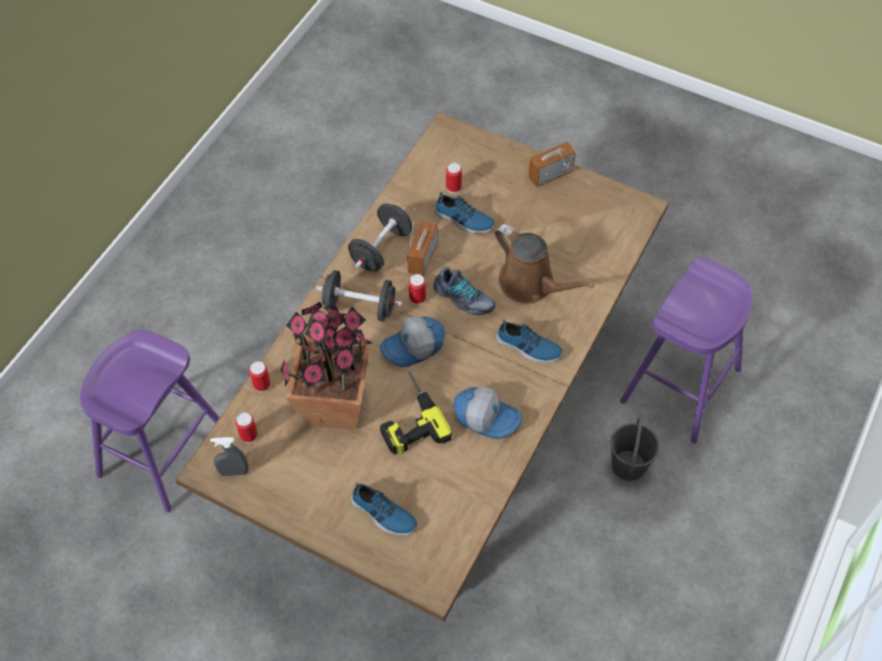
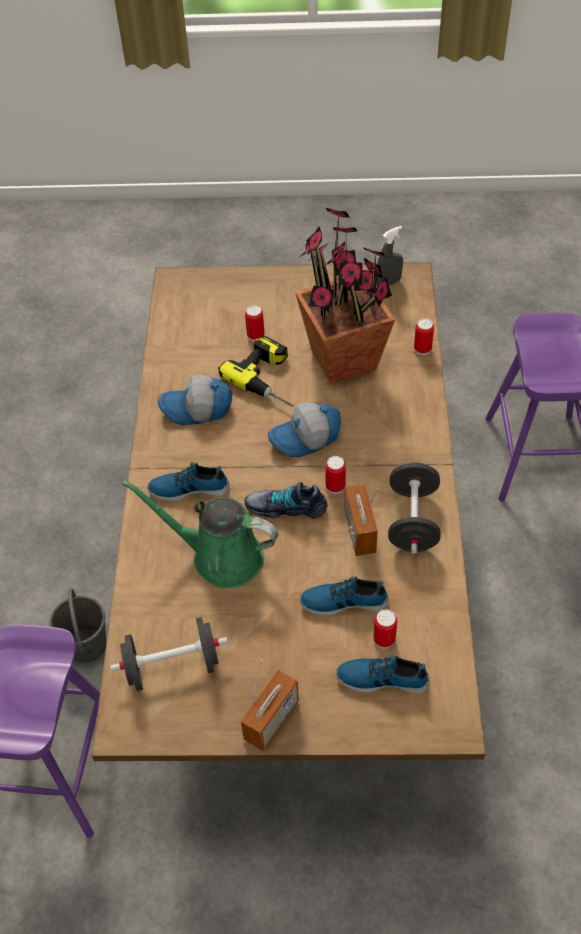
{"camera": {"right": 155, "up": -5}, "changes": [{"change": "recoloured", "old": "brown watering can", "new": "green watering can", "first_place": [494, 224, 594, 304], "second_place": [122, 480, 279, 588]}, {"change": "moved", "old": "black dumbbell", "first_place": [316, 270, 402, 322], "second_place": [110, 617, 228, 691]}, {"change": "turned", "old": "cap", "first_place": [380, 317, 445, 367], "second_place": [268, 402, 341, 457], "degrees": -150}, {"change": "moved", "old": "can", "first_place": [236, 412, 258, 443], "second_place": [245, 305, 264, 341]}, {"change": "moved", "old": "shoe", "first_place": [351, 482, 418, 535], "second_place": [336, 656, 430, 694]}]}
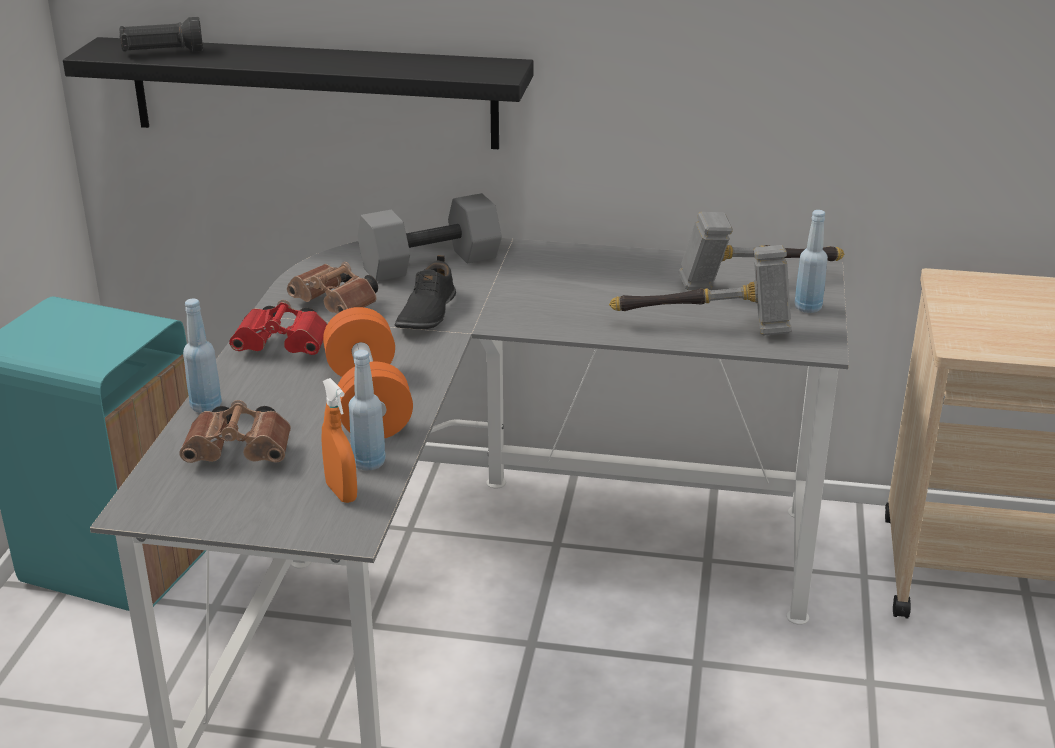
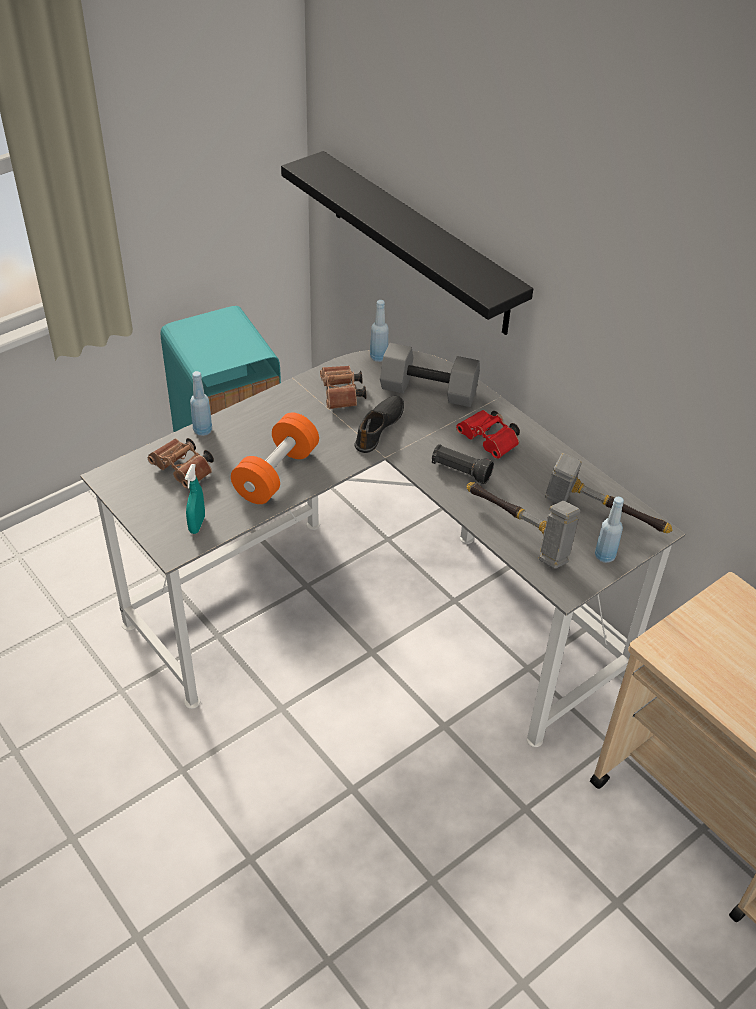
{"camera": {"right": 40, "up": 15}, "changes": [{"change": "moved", "old": "black flashlight", "first_place": [119, 17, 203, 52], "second_place": [432, 444, 494, 484]}, {"change": "turned", "old": "black shoe", "first_place": [395, 255, 456, 329], "second_place": [354, 396, 404, 453], "degrees": 150}, {"change": "moved", "old": "red binoculars", "first_place": [229, 300, 327, 355], "second_place": [456, 410, 520, 459]}, {"change": "moved", "old": "blue bottle", "first_place": [349, 350, 386, 470], "second_place": [370, 300, 389, 362]}, {"change": "recoloured", "old": "orange spray bottle", "new": "turquoise spray bottle", "first_place": [322, 378, 357, 503], "second_place": [185, 464, 205, 534]}]}
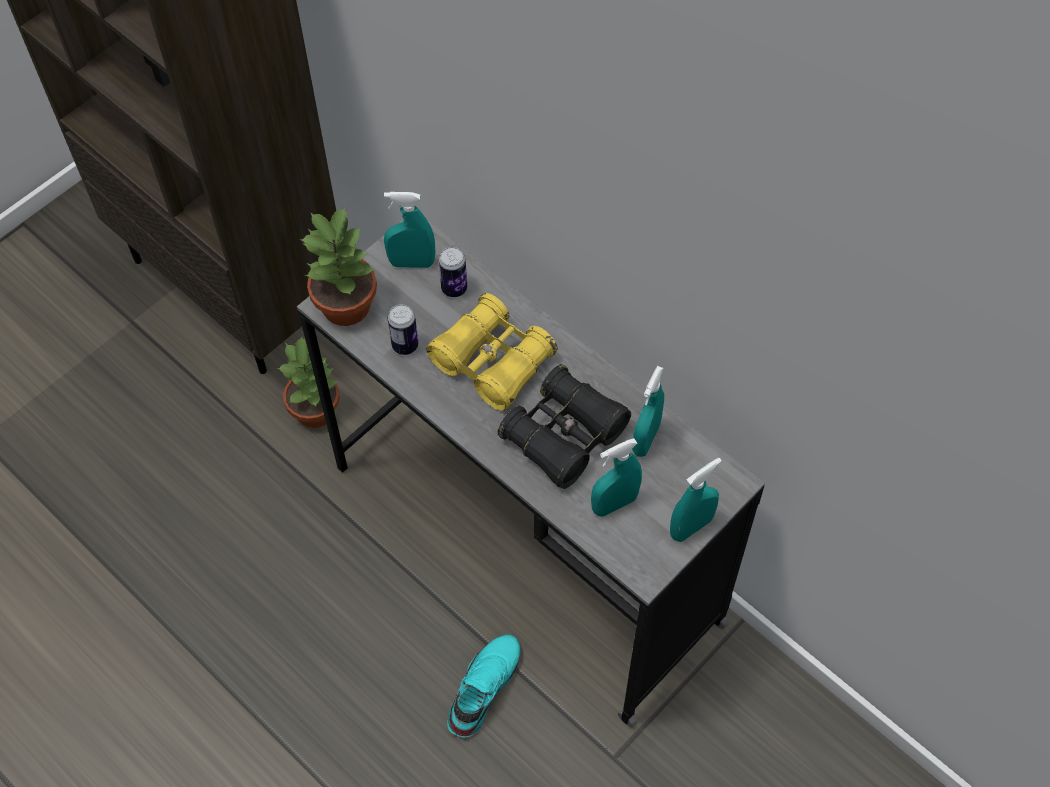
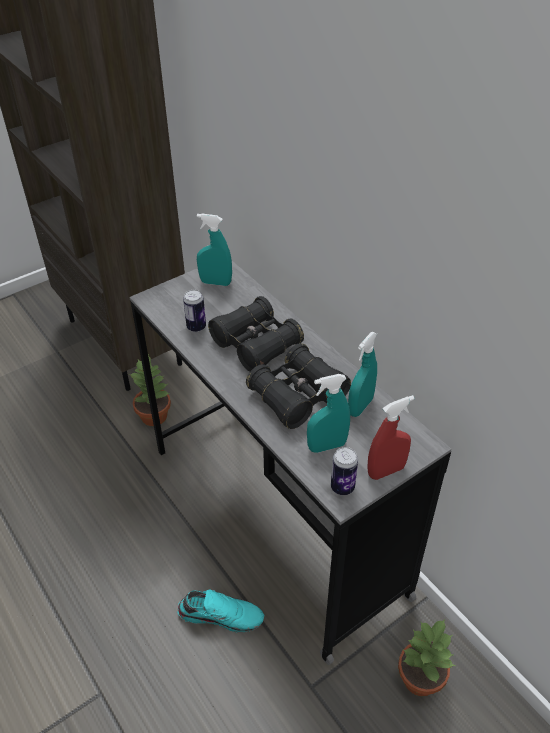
{"camera": {"right": 10, "up": -15}, "changes": [{"change": "moved", "old": "potted plant", "first_place": [299, 207, 377, 326], "second_place": [398, 619, 455, 696]}, {"change": "moved", "old": "can", "first_place": [438, 247, 467, 297], "second_place": [331, 447, 358, 495]}, {"change": "recoloured", "old": "yellow binoculars", "new": "black binoculars", "first_place": [426, 293, 558, 411], "second_place": [208, 296, 304, 372]}, {"change": "recoloured", "old": "turquoise spray bottle", "new": "red spray bottle", "first_place": [670, 457, 722, 542], "second_place": [367, 395, 414, 480]}, {"change": "turned", "old": "turquoise shoe", "first_place": [447, 634, 521, 738], "second_place": [177, 589, 264, 633], "degrees": 60}]}
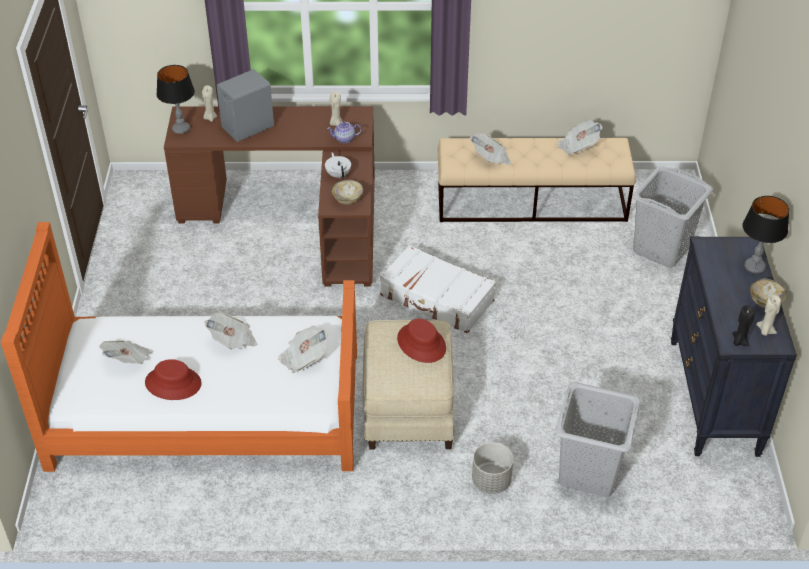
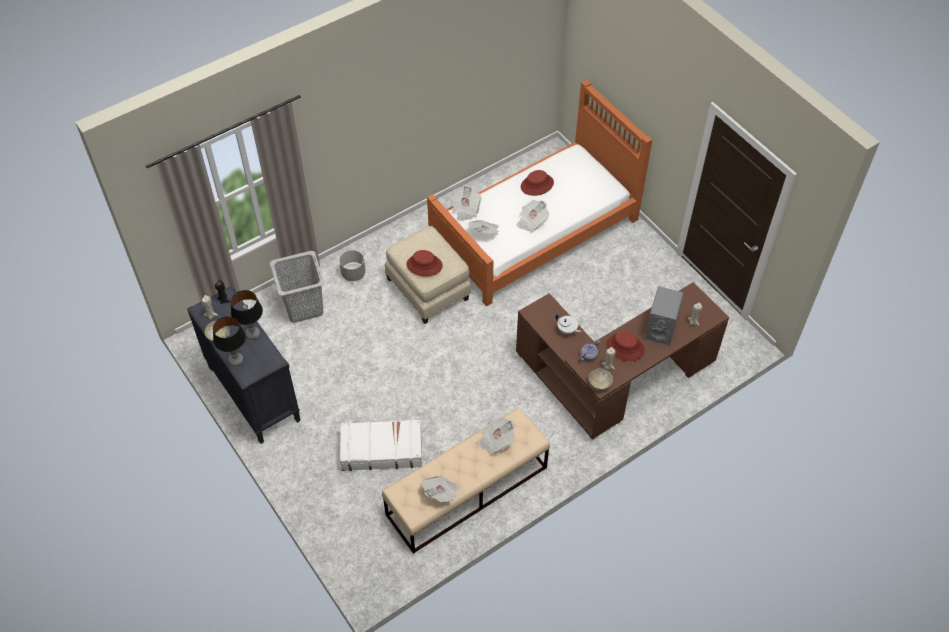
{"camera": {"right": 145, "up": 10}, "changes": [{"change": "moved", "old": "table lamp", "first_place": [156, 65, 195, 134], "second_place": [231, 290, 263, 339]}, {"change": "removed", "old": "grey laundry basket", "first_place": [632, 166, 713, 268]}, {"change": "moved", "old": "bowl", "first_place": [331, 180, 363, 205], "second_place": [588, 367, 614, 390]}, {"change": "moved", "old": "white suitcase", "first_place": [380, 245, 496, 333], "second_place": [340, 419, 422, 471]}, {"change": "moved", "old": "newspaper", "first_place": [99, 340, 153, 364], "second_place": [451, 186, 482, 221]}, {"change": "added", "new": "red hat", "second_place": [606, 331, 644, 361]}]}
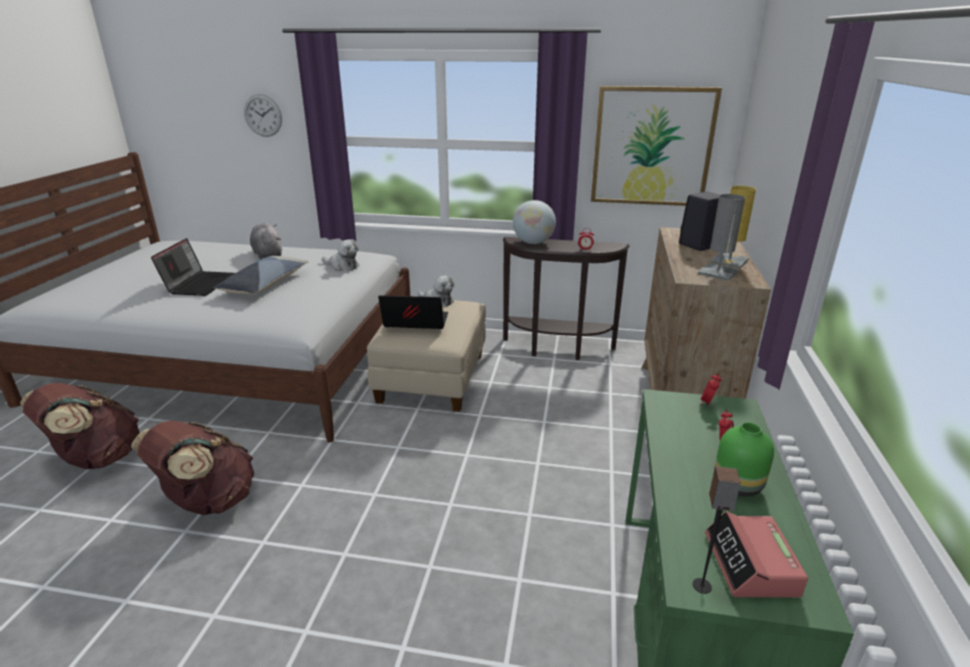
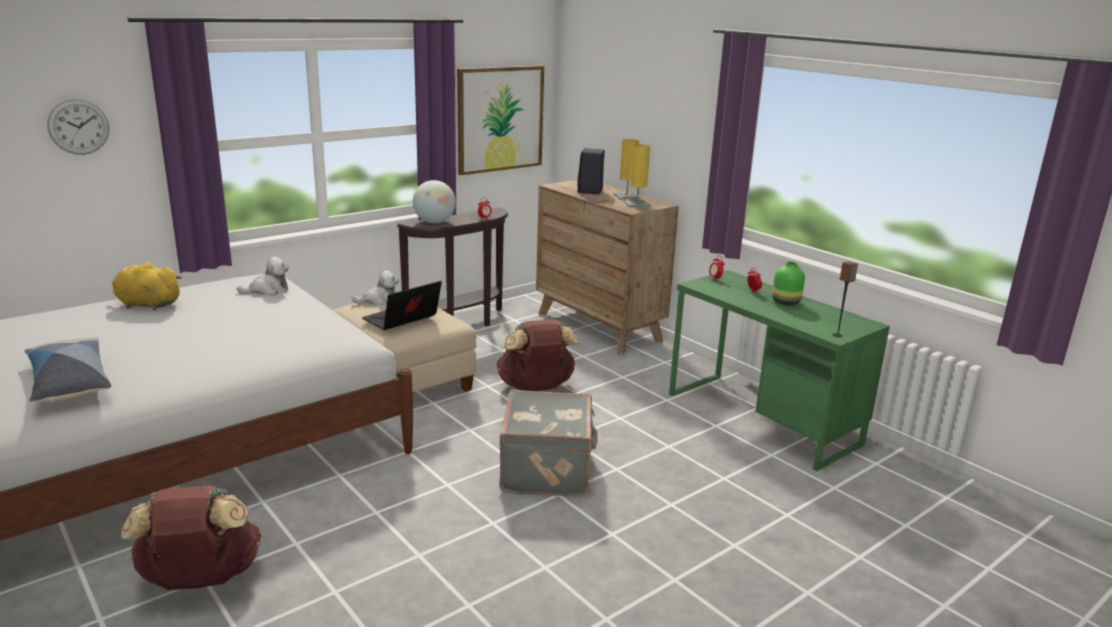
{"camera": {"right": -50, "up": -5}, "changes": [{"change": "recoloured", "old": "grey table lamp", "new": "yellow table lamp", "first_place": [698, 194, 745, 281], "second_place": [623, 144, 652, 207]}, {"change": "recoloured", "old": "grey plush toy", "new": "yellow plush toy", "first_place": [250, 222, 282, 259], "second_place": [112, 262, 182, 310]}, {"change": "removed", "old": "laptop", "first_place": [151, 238, 235, 296]}, {"change": "moved", "old": "pillow", "first_place": [213, 256, 309, 295], "second_place": [24, 337, 111, 402]}, {"change": "moved", "old": "brown backpack", "first_place": [131, 421, 254, 515], "second_place": [496, 319, 579, 391]}, {"change": "removed", "old": "alarm clock", "first_place": [705, 511, 808, 598]}, {"change": "added", "new": "grey suitcase", "second_place": [499, 389, 598, 497]}]}
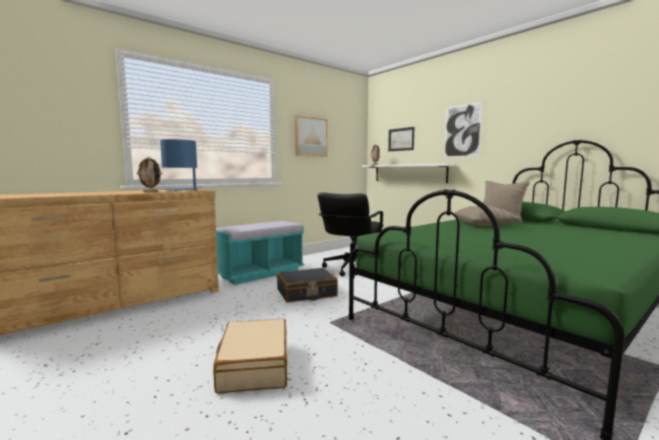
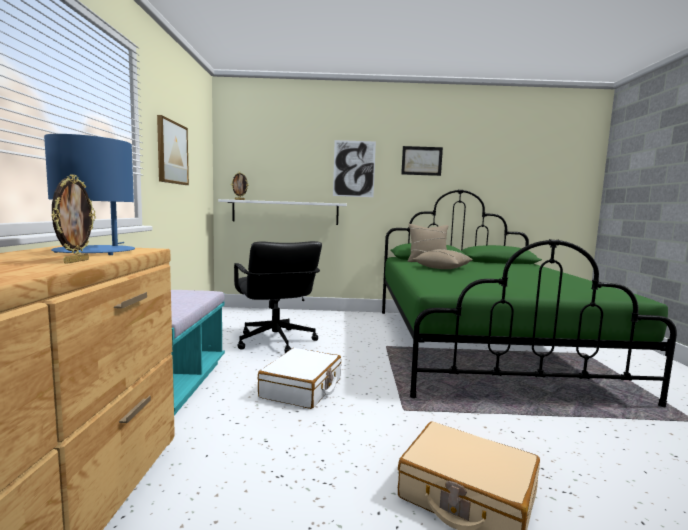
{"camera": {"right": -50, "up": 0}, "changes": [{"change": "moved", "old": "picture", "first_place": [388, 127, 414, 151], "second_place": [401, 146, 443, 176]}, {"change": "recoloured", "old": "black suitcase", "new": "white suitcase", "first_place": [277, 268, 338, 302], "second_place": [258, 348, 341, 409]}]}
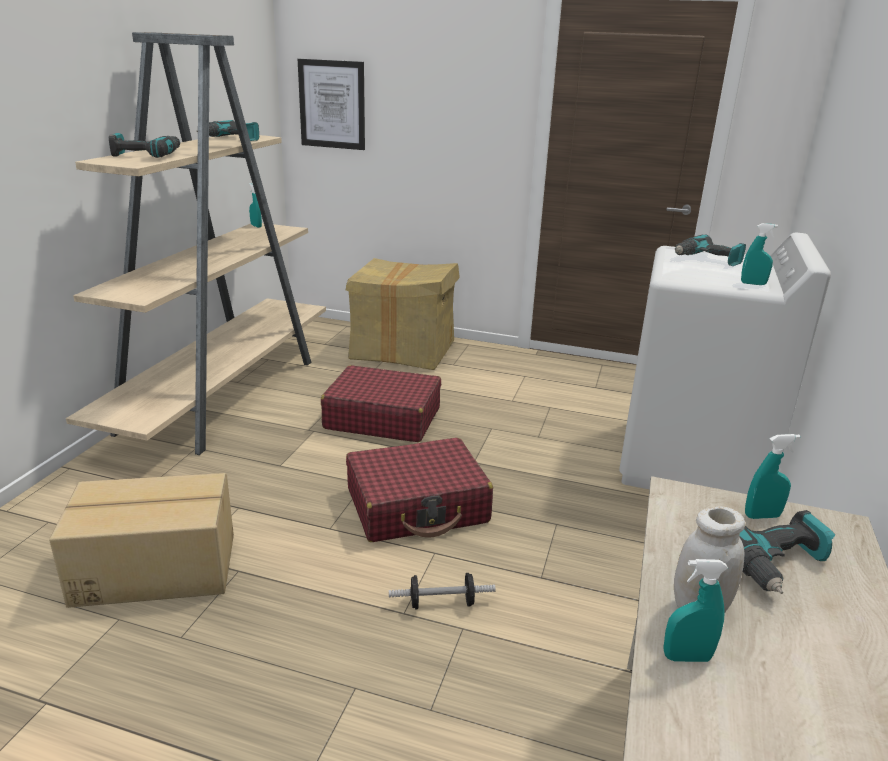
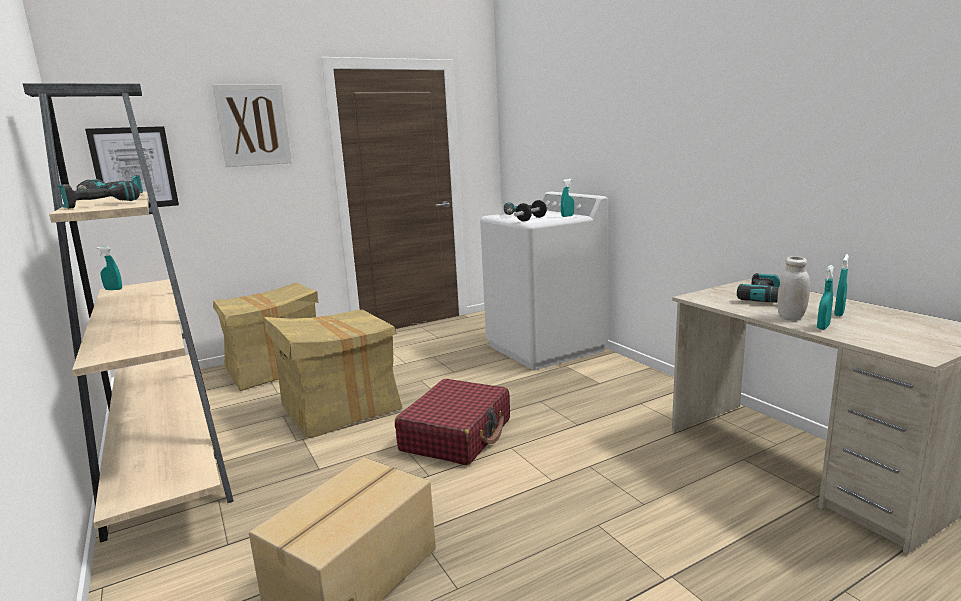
{"camera": {"right": -45, "up": -10}, "changes": [{"change": "replaced", "old": "red suitcase", "new": "cardboard box", "first_place": [321, 365, 441, 442], "second_place": [264, 310, 402, 438]}, {"change": "moved", "old": "turquoise spray bottle", "first_place": [745, 434, 800, 519], "second_place": [834, 254, 849, 316]}, {"change": "moved", "old": "dumbbell", "first_place": [389, 573, 496, 610], "second_place": [514, 200, 548, 222]}, {"change": "added", "new": "picture", "second_place": [212, 84, 292, 167]}]}
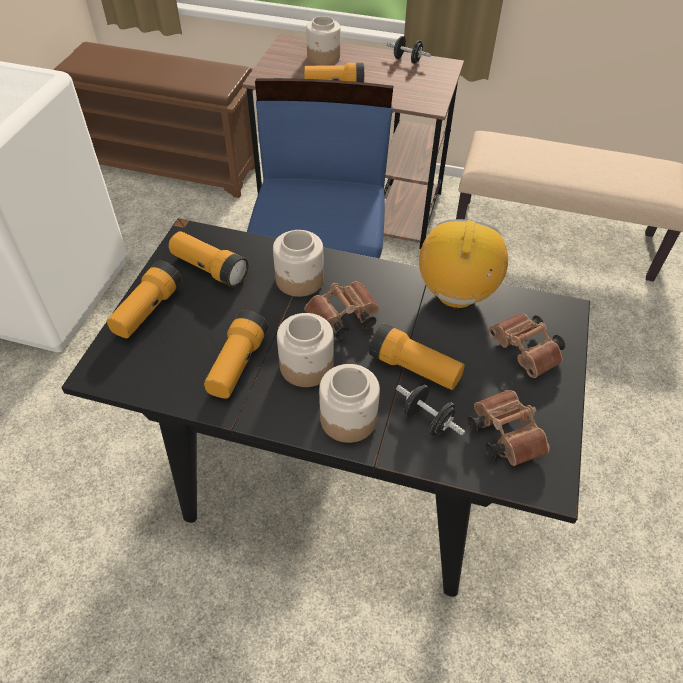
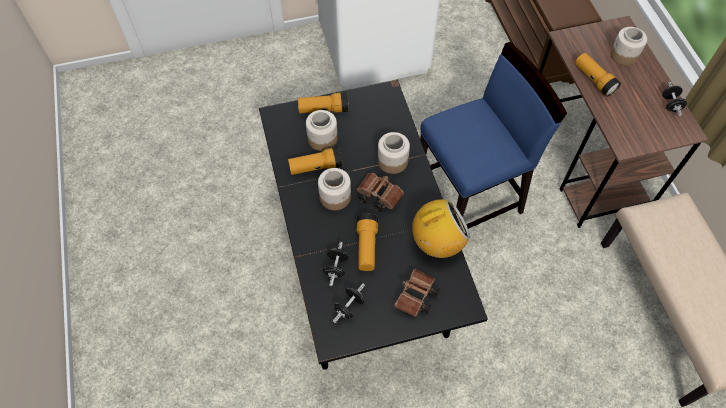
{"camera": {"right": 60, "up": 10}, "changes": [{"change": "removed", "old": "flashlight", "first_place": [169, 231, 248, 288]}, {"change": "moved", "old": "jar", "first_place": [319, 364, 380, 443], "second_place": [306, 110, 338, 151]}, {"change": "replaced", "old": "brown binoculars", "new": "black dumbbell", "first_place": [467, 390, 550, 466], "second_place": [333, 284, 365, 323]}]}
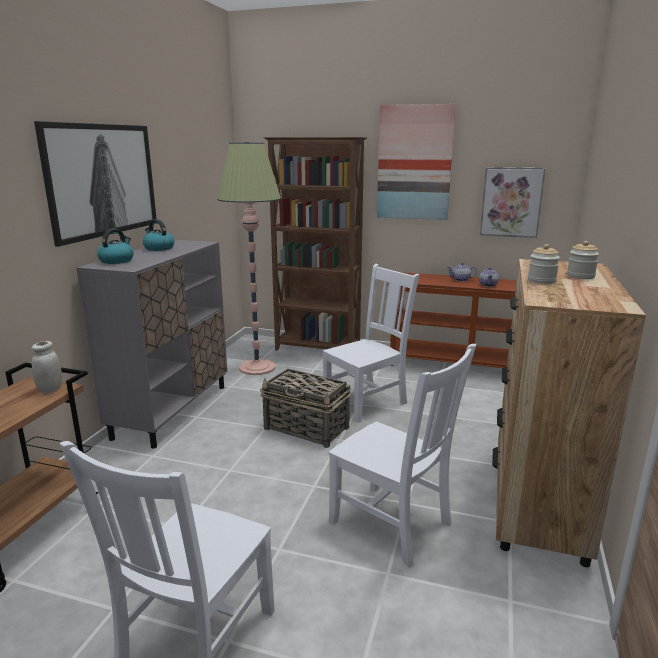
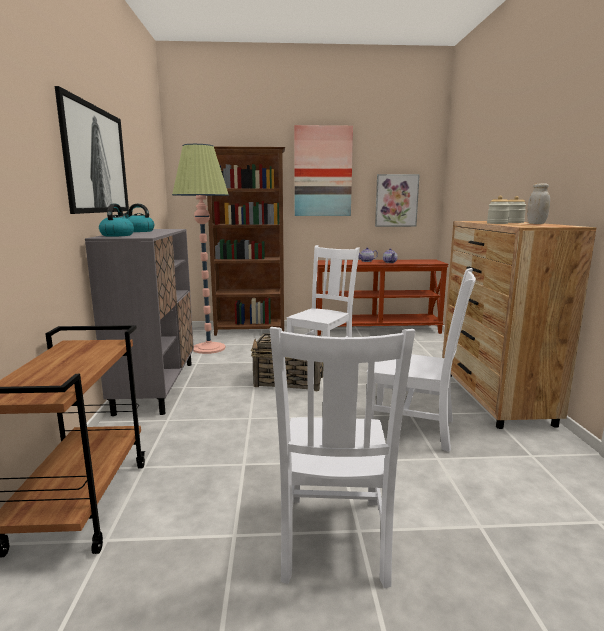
{"camera": {"right": -20, "up": -5}, "changes": [{"change": "moved", "old": "white jar", "first_place": [32, 341, 62, 394], "second_place": [527, 184, 550, 224]}]}
